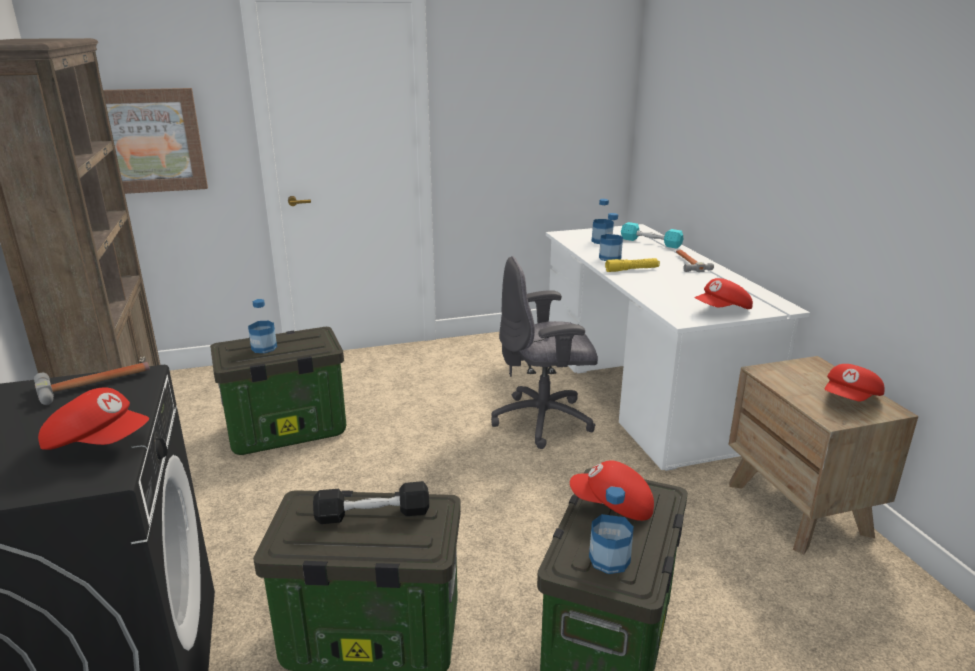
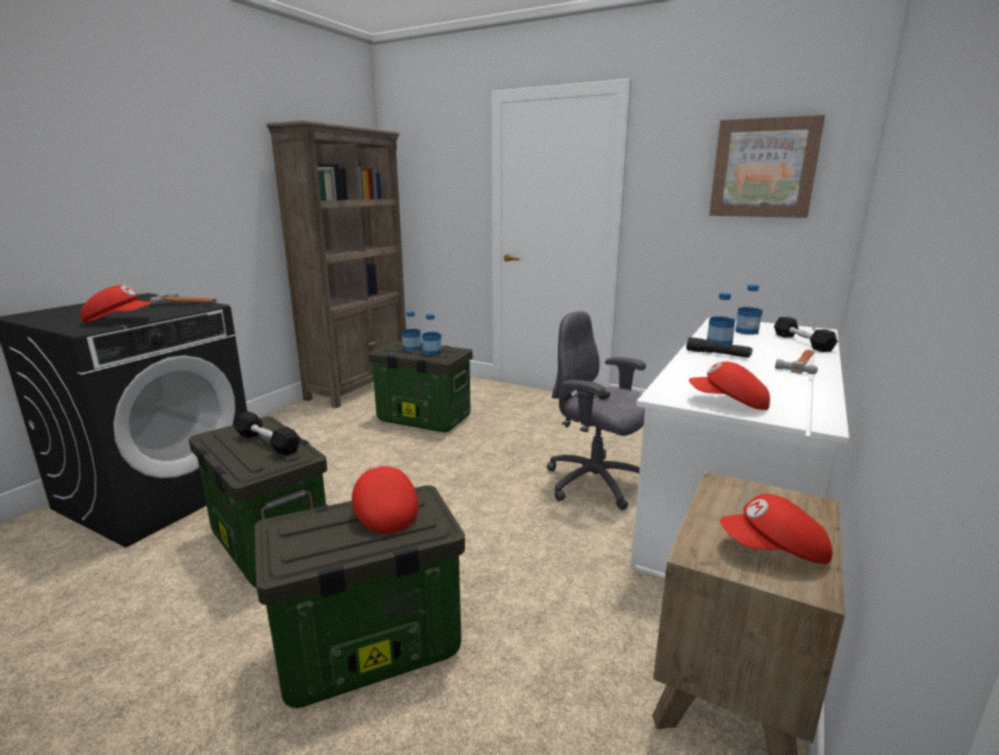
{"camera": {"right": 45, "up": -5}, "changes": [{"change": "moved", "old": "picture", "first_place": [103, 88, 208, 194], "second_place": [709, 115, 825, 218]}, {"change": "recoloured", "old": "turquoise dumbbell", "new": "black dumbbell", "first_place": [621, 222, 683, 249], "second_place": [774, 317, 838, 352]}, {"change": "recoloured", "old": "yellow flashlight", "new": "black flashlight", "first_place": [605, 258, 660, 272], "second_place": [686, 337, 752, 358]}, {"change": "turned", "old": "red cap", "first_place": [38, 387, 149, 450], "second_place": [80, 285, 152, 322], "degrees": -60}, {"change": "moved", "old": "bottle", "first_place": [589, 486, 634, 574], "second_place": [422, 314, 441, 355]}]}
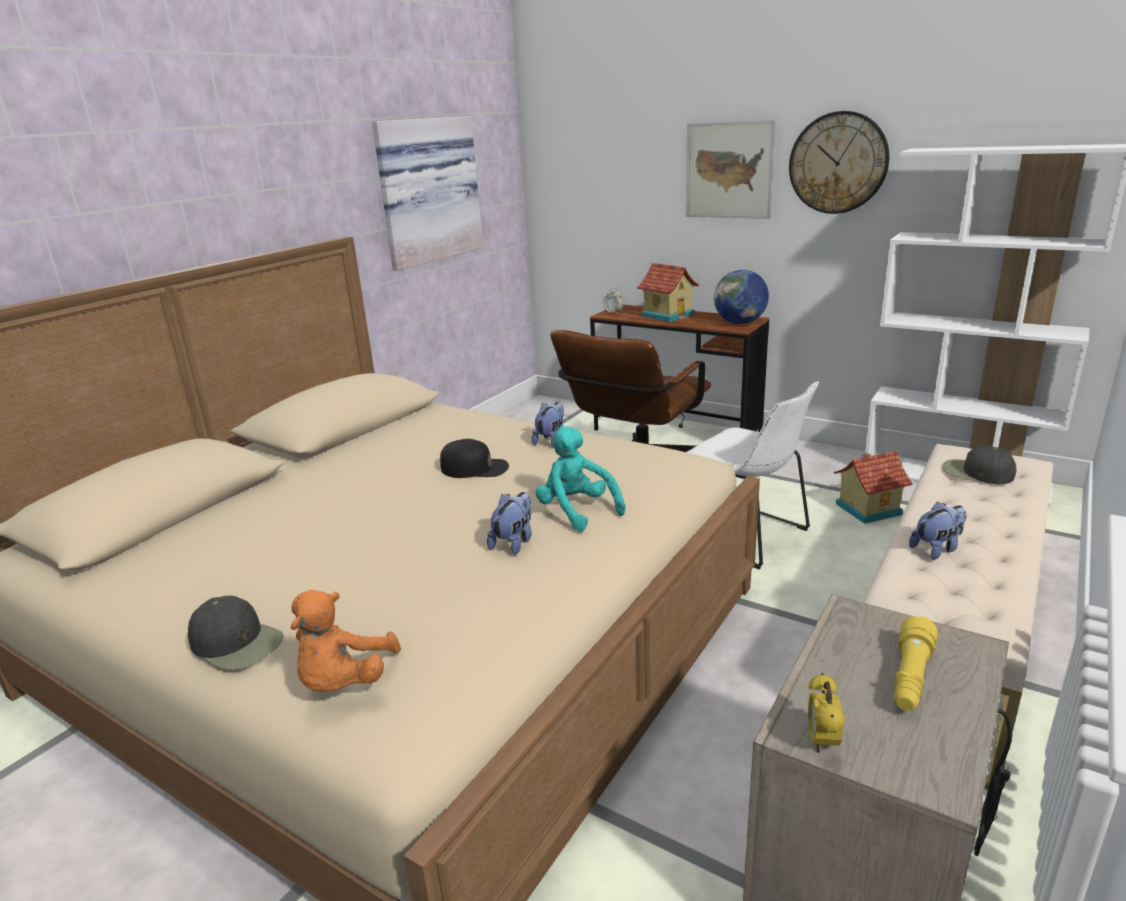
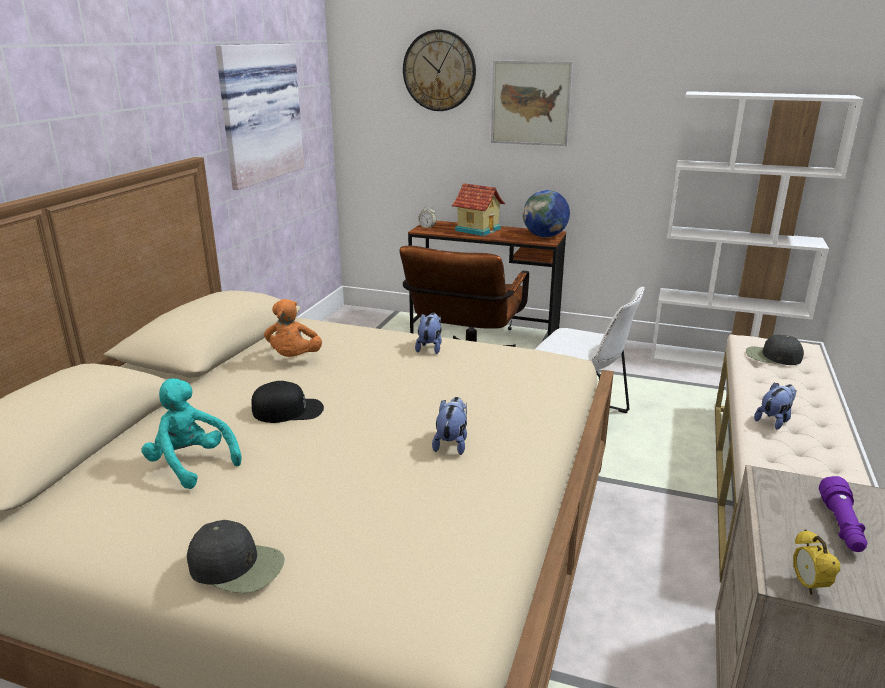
{"camera": {"right": -15, "up": 0}, "changes": [{"change": "moved", "old": "wall clock", "first_place": [789, 111, 889, 214], "second_place": [403, 29, 476, 111]}, {"change": "moved", "old": "turquoise plush toy", "first_place": [536, 426, 625, 532], "second_place": [142, 378, 242, 489]}, {"change": "moved", "old": "black cap", "first_place": [440, 439, 509, 478], "second_place": [251, 381, 324, 423]}, {"change": "removed", "old": "toy house", "first_place": [834, 451, 913, 524]}, {"change": "moved", "old": "orange plush toy", "first_place": [290, 589, 401, 692], "second_place": [264, 299, 322, 357]}, {"change": "recoloured", "old": "yellow flashlight", "new": "purple flashlight", "first_place": [894, 616, 938, 711], "second_place": [819, 476, 867, 552]}]}
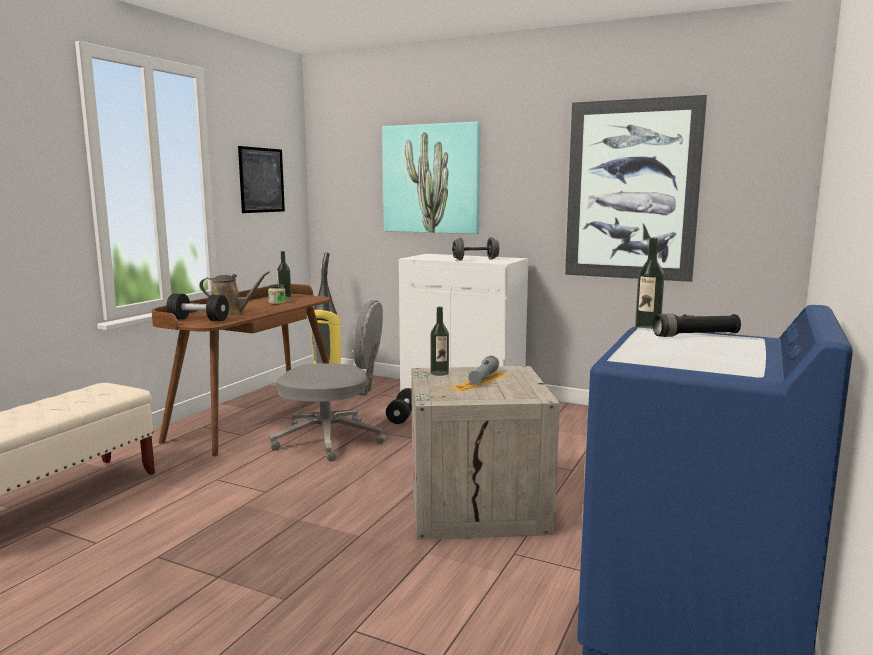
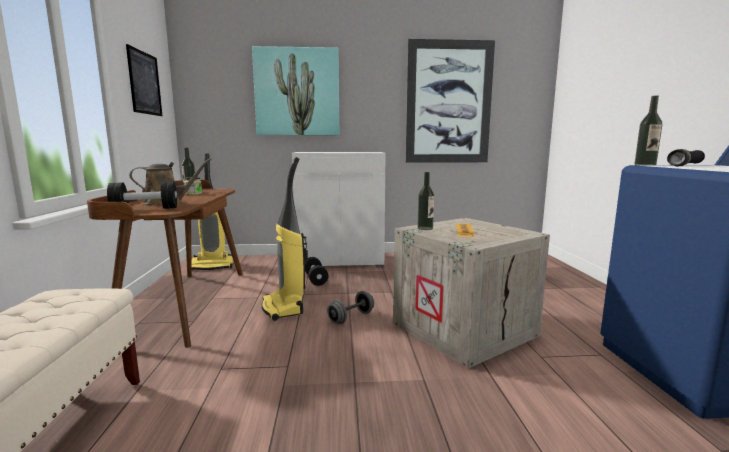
{"camera": {"right": -30, "up": 0}, "changes": [{"change": "moved", "old": "grey dumbbell", "first_place": [452, 237, 499, 260], "second_place": [327, 291, 374, 324]}, {"change": "replaced", "old": "grey office chair", "new": "vacuum cleaner", "first_place": [270, 300, 386, 462], "second_place": [262, 157, 308, 321]}, {"change": "removed", "old": "grey flashlight", "first_place": [469, 356, 499, 385]}]}
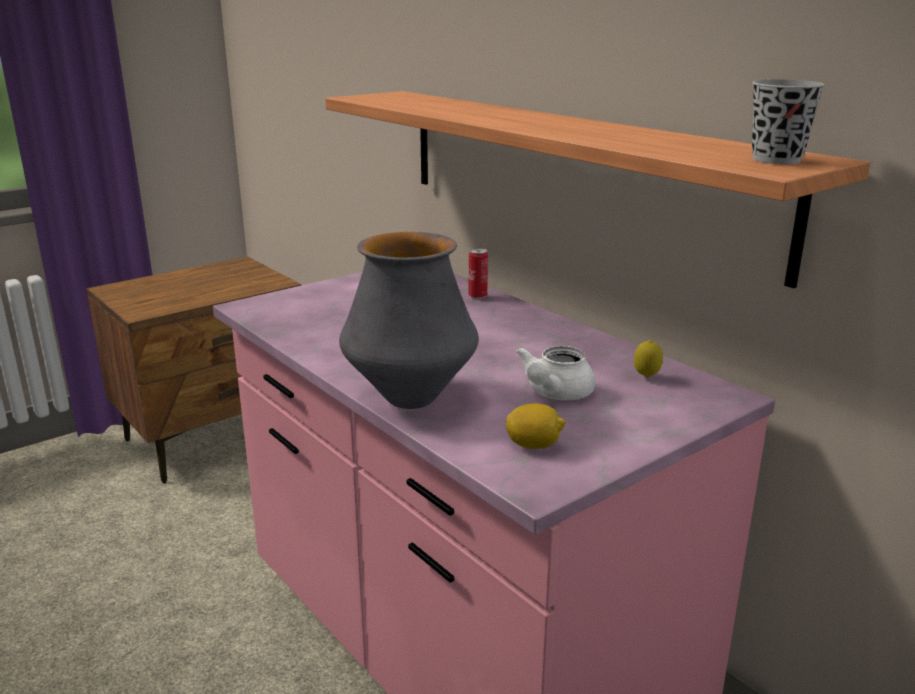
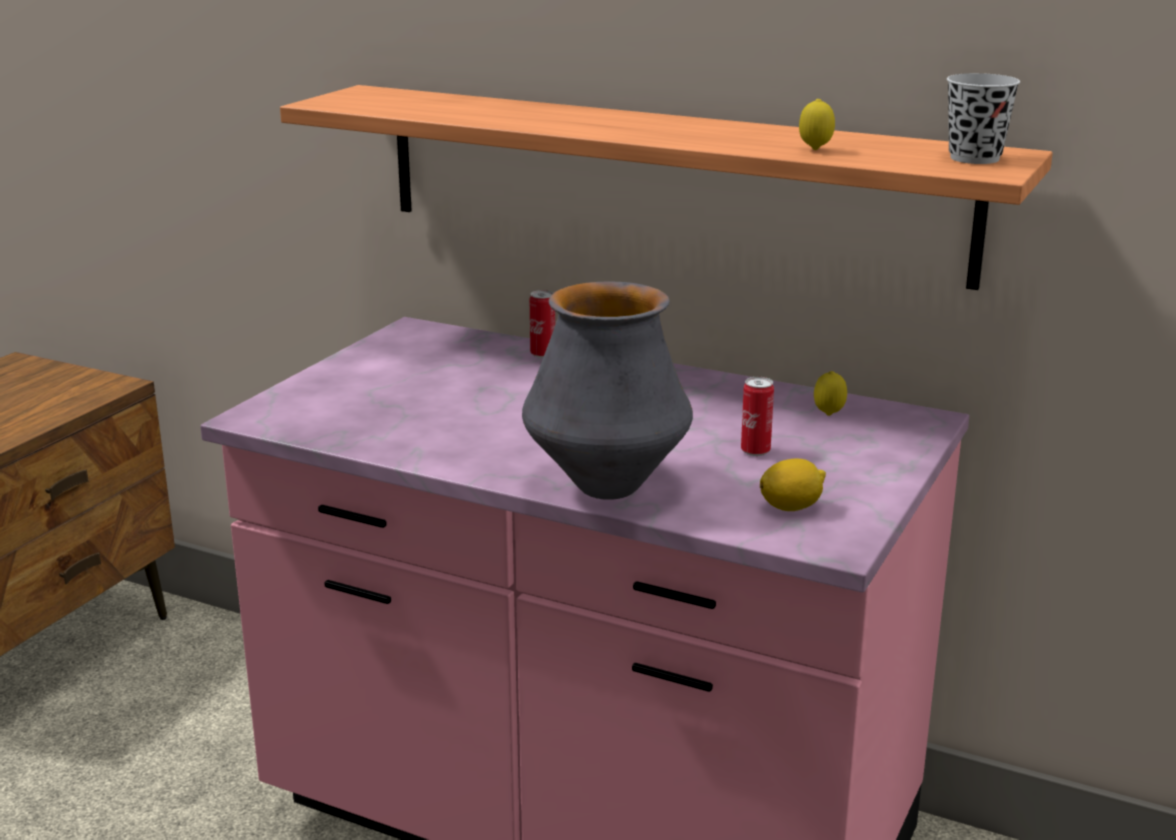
{"camera": {"right": -25, "up": 0}, "changes": [{"change": "replaced", "old": "white teapot", "new": "can", "first_place": [516, 346, 595, 400], "second_place": [741, 377, 774, 456]}, {"change": "added", "new": "lemon", "second_place": [799, 99, 835, 150]}]}
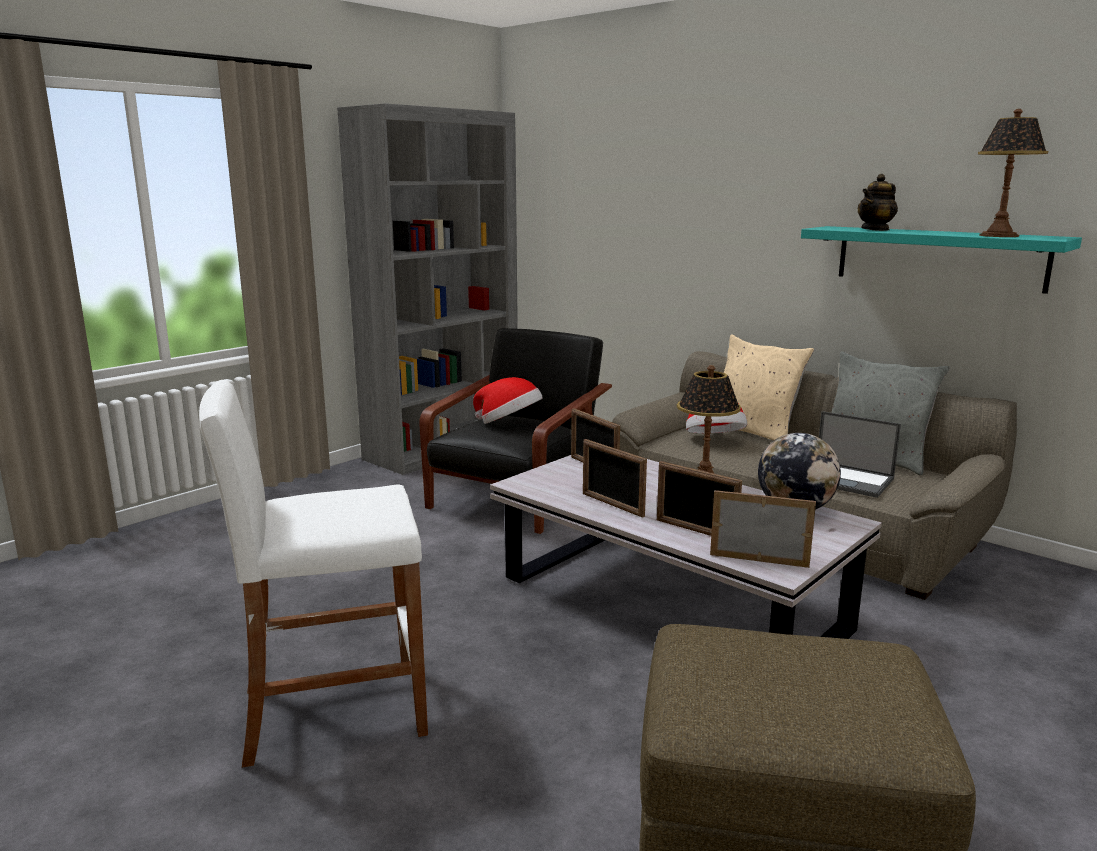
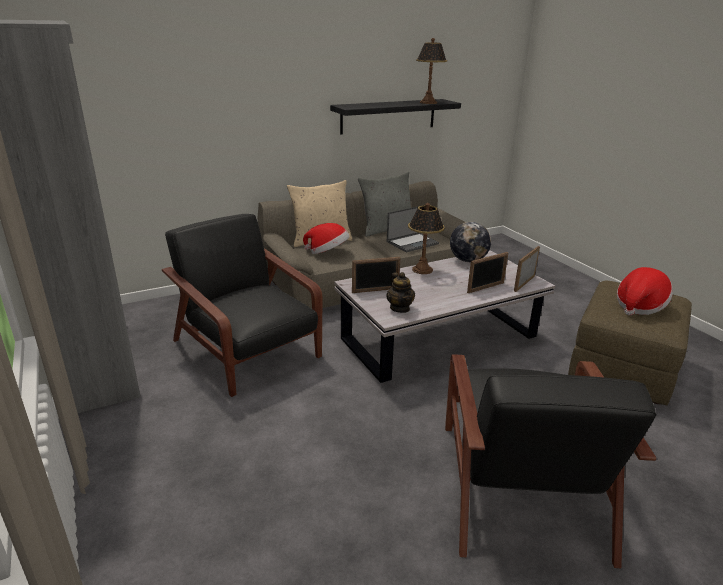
{"camera": {"right": -70, "up": 10}, "changes": [{"change": "moved", "old": "teapot", "first_place": [857, 174, 898, 231], "second_place": [386, 272, 415, 313]}, {"change": "recoloured", "old": "turquoise shelf", "new": "black shelf", "first_place": [801, 226, 1082, 294], "second_place": [330, 99, 461, 134]}, {"change": "moved", "old": "hat", "first_place": [473, 377, 543, 424], "second_place": [617, 267, 673, 315]}, {"change": "replaced", "old": "white stool", "new": "black armchair", "first_place": [199, 380, 428, 768], "second_place": [445, 354, 657, 568]}, {"change": "removed", "old": "picture frame", "first_place": [583, 439, 647, 518]}]}
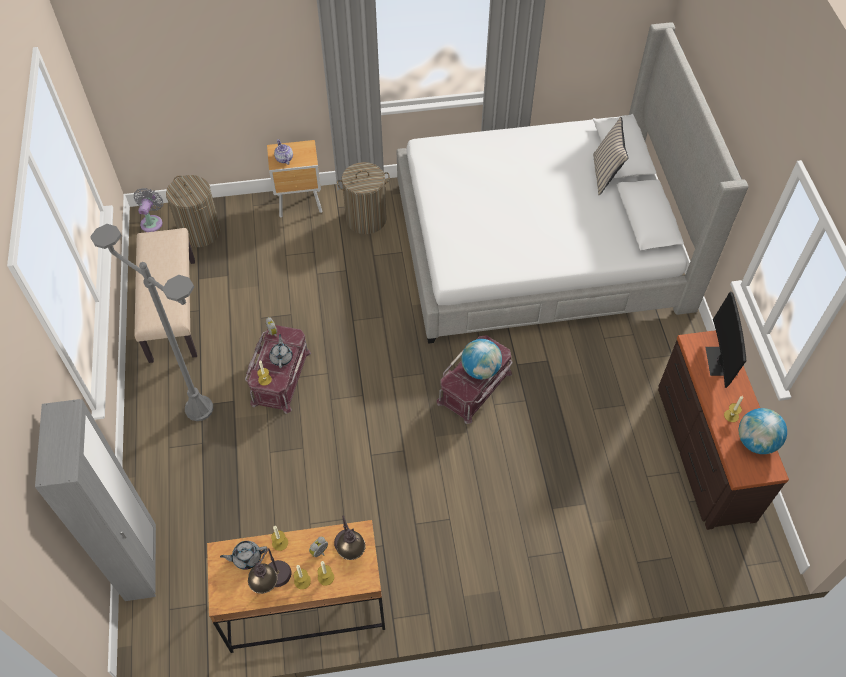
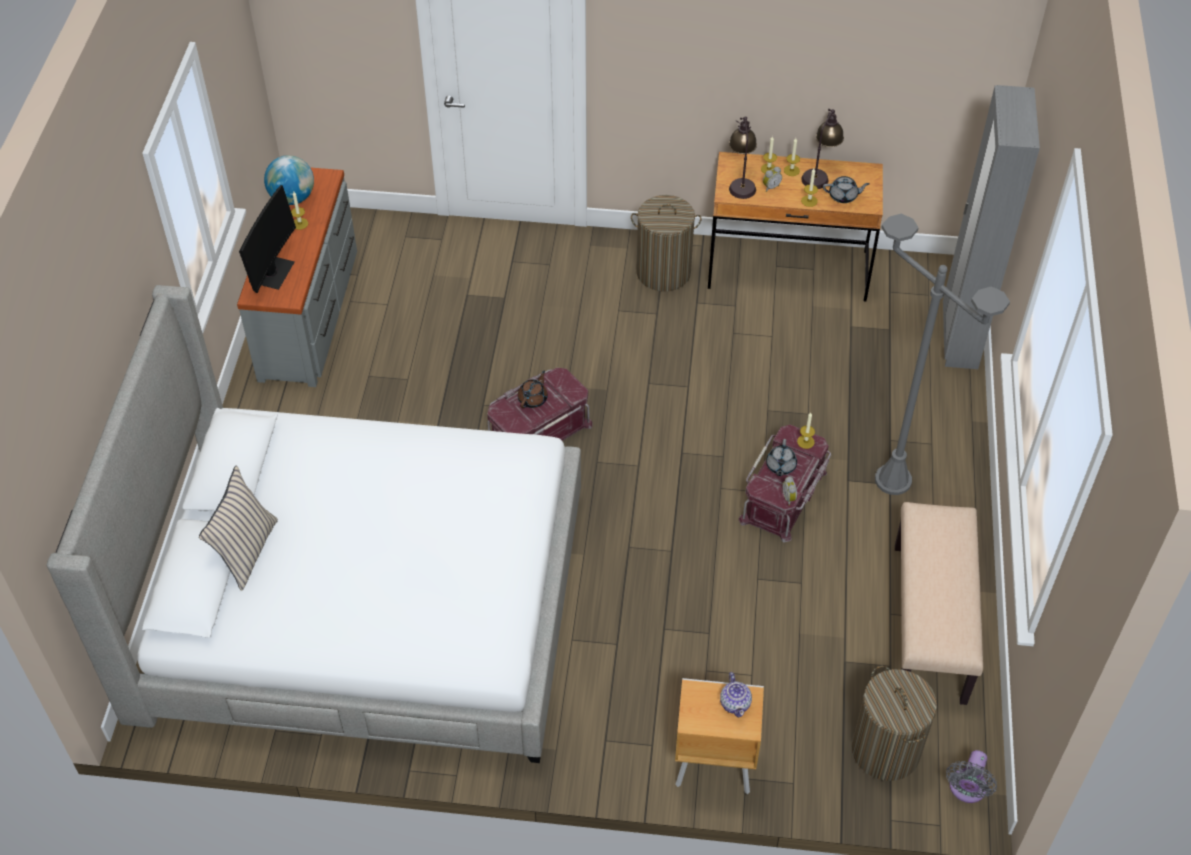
{"camera": {"right": -165, "up": -5}, "changes": [{"change": "moved", "old": "laundry basket", "first_place": [337, 162, 390, 234], "second_place": [631, 195, 702, 292]}, {"change": "recoloured", "old": "brown dresser", "new": "grey dresser", "first_place": [658, 330, 789, 530], "second_place": [237, 167, 357, 387]}, {"change": "replaced", "old": "globe", "new": "brown teapot", "first_place": [461, 339, 502, 379], "second_place": [518, 370, 548, 408]}]}
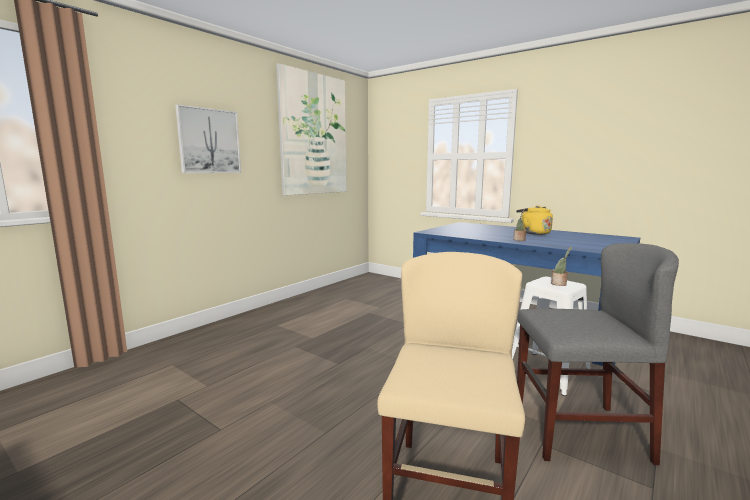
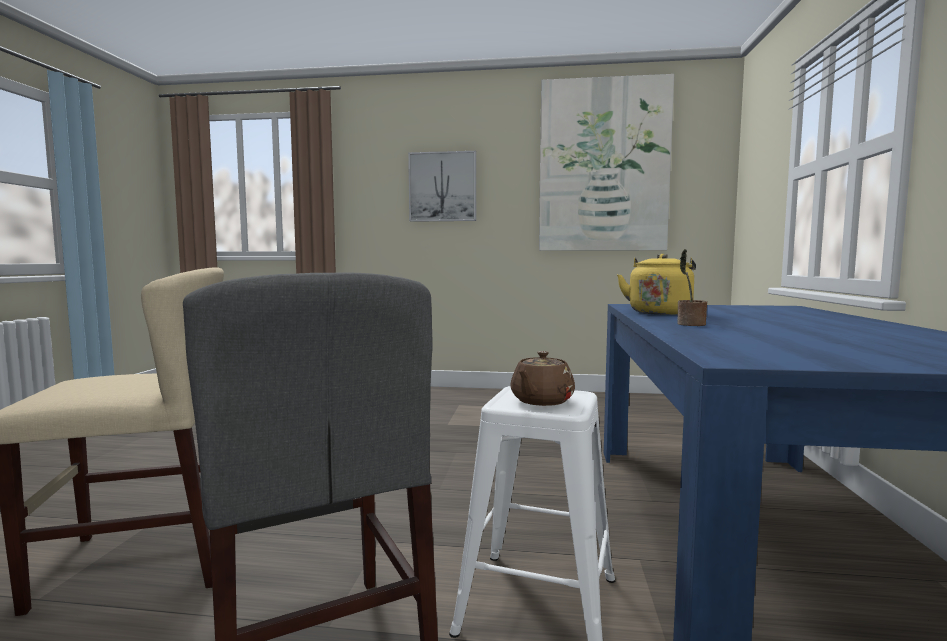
{"camera": {"right": 60, "up": -5}, "changes": [{"change": "moved", "old": "yellow kettle", "first_place": [516, 205, 553, 235], "second_place": [617, 254, 696, 315]}, {"change": "replaced", "old": "potted plant", "new": "brown teapot", "first_place": [551, 246, 572, 286], "second_place": [510, 351, 575, 406]}]}
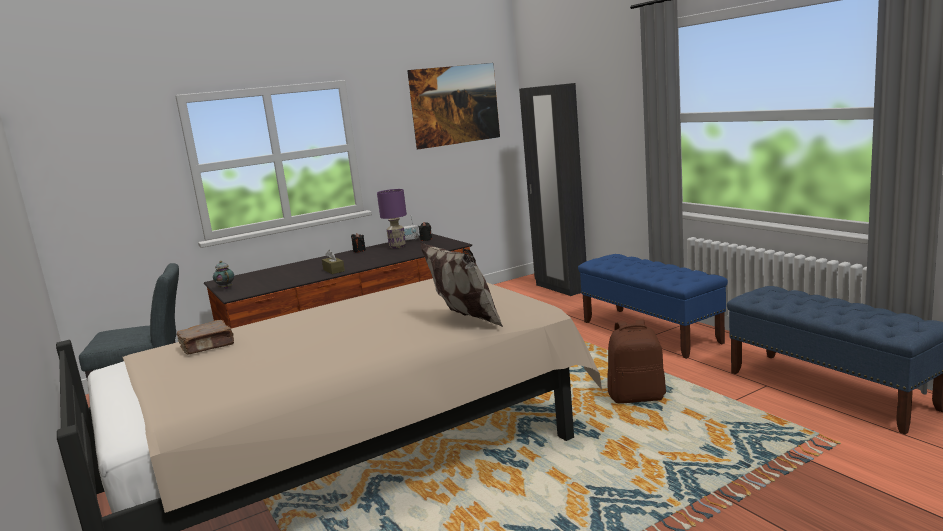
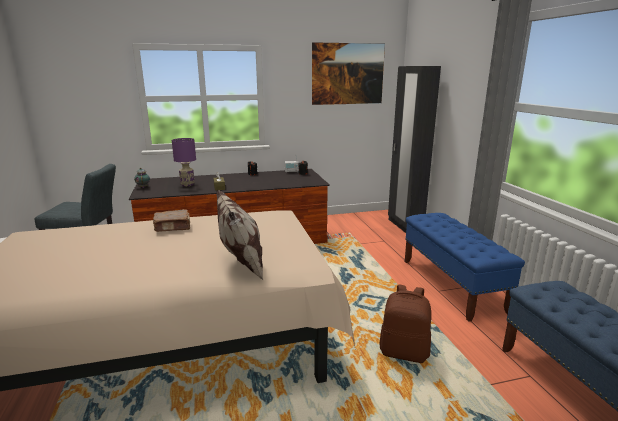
{"camera": {"right": 15, "up": 5}, "changes": [{"change": "moved", "old": "purple table lamp", "first_place": [377, 189, 407, 249], "second_place": [172, 138, 196, 186]}, {"change": "moved", "old": "brown book", "first_place": [177, 320, 234, 354], "second_place": [153, 209, 190, 232]}]}
